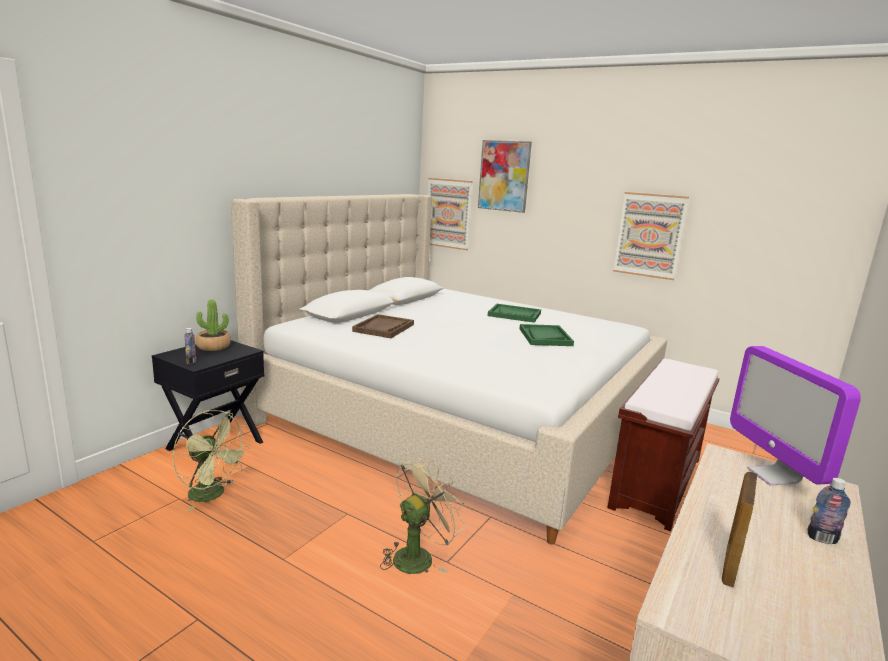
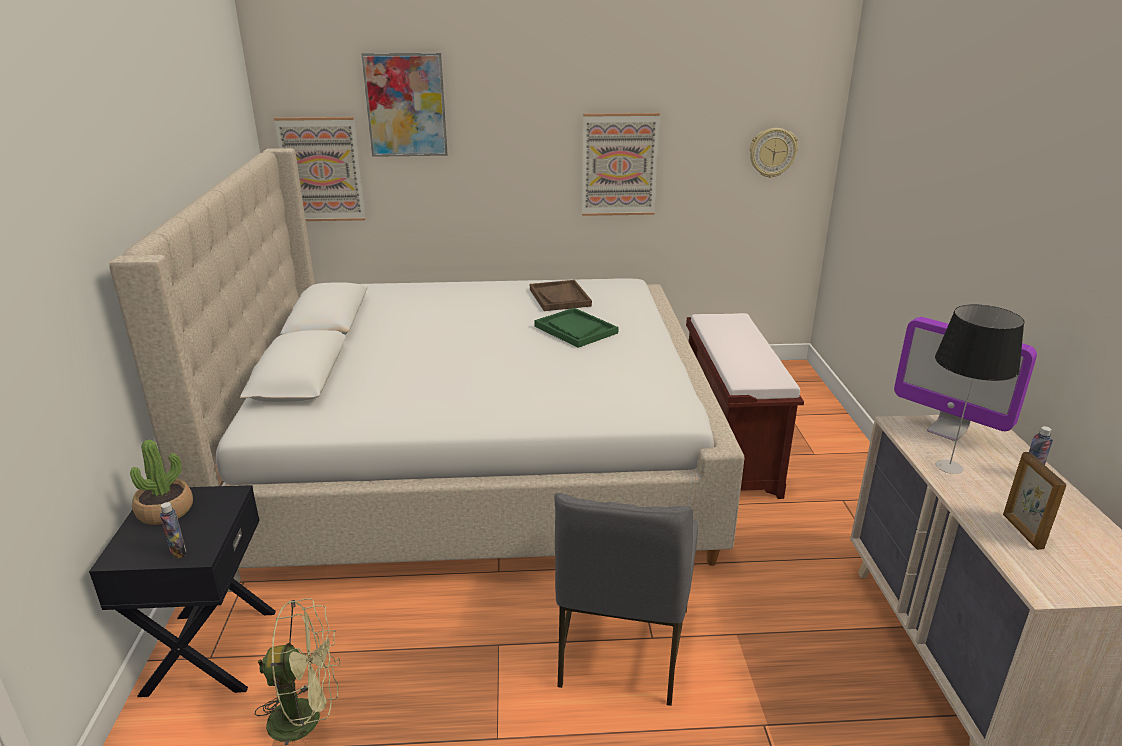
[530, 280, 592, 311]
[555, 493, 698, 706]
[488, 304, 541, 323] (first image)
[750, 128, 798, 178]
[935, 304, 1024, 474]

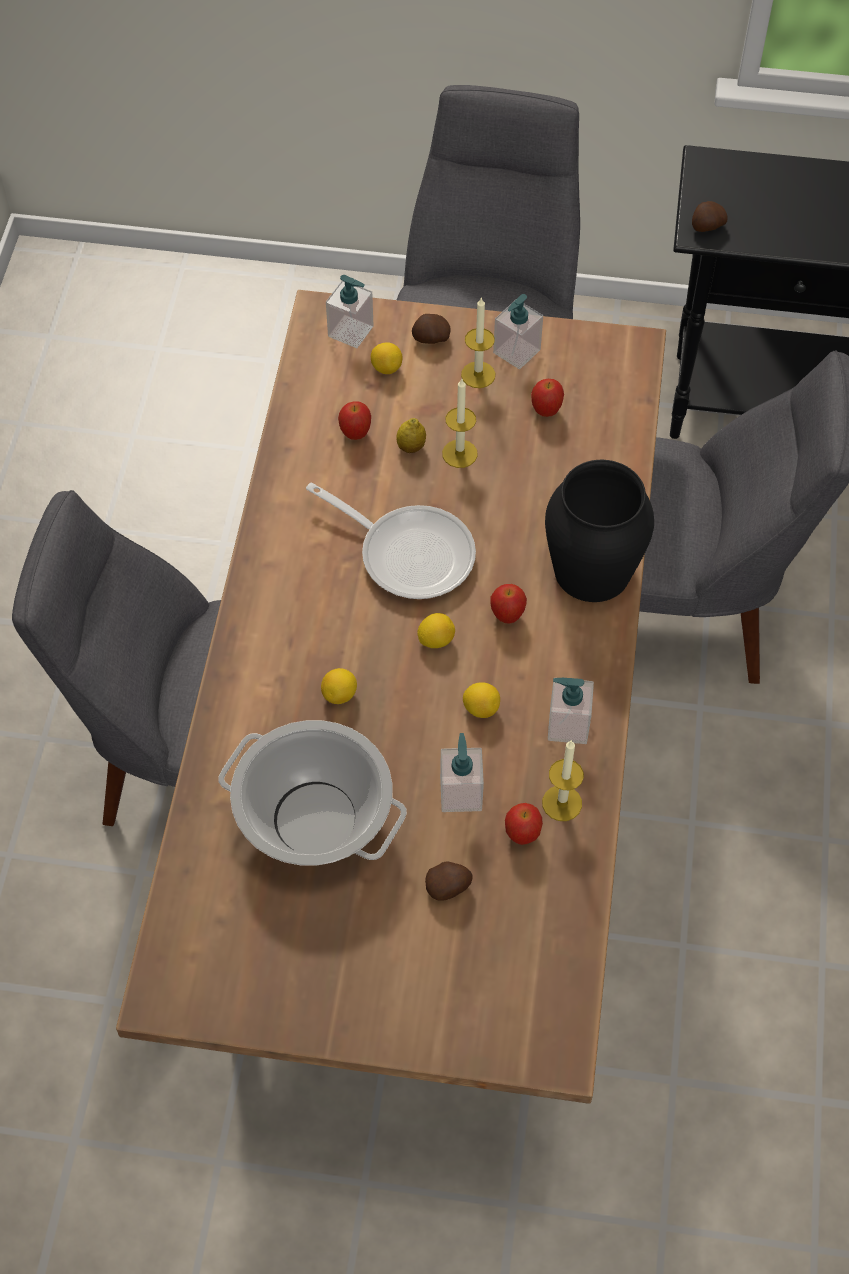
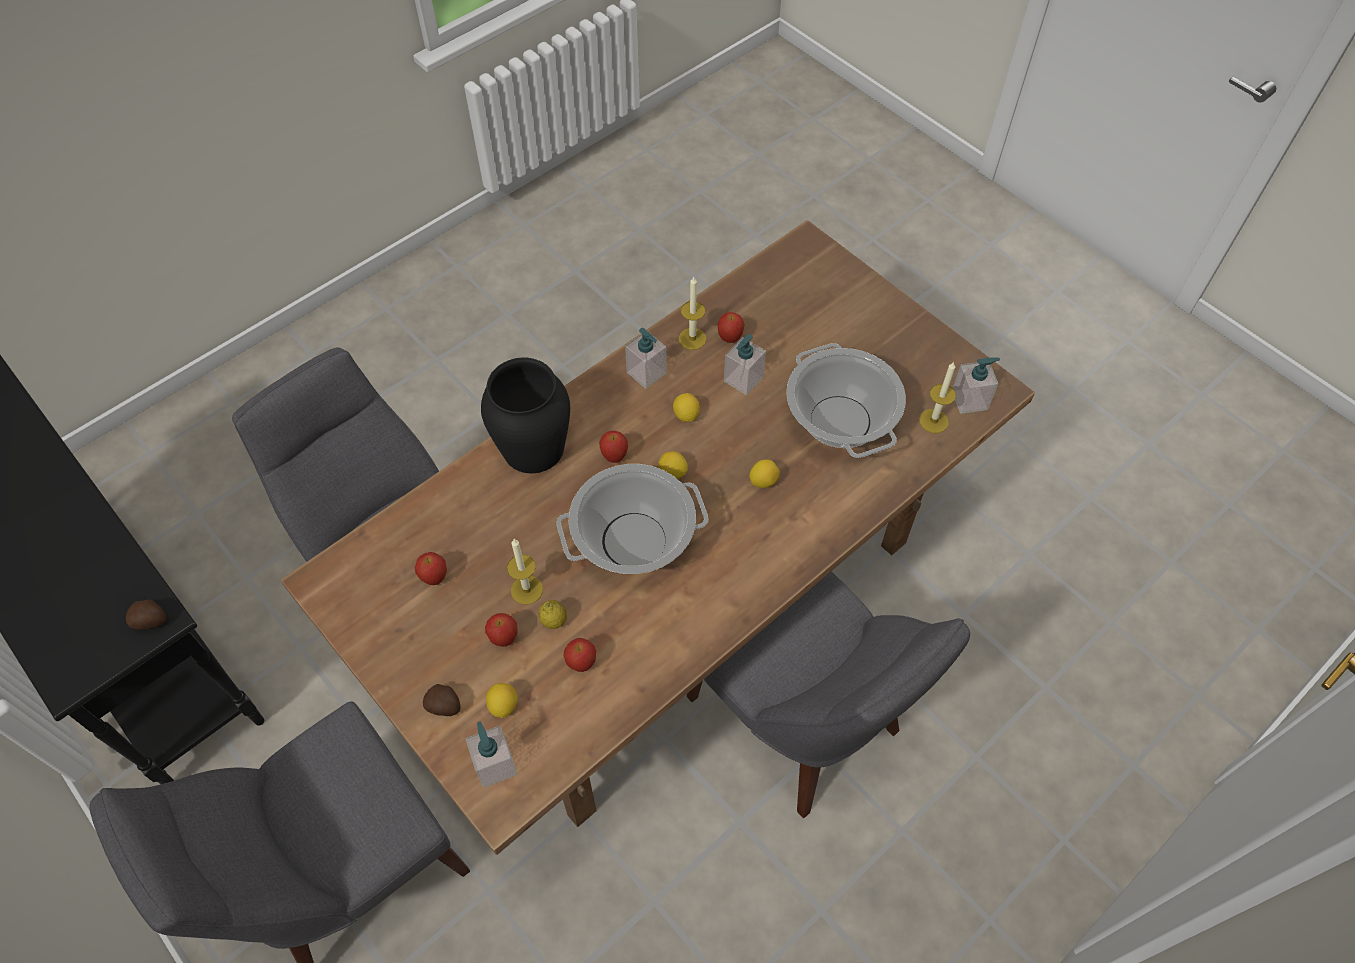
[557, 464, 709, 574]
[425, 861, 473, 901] (first image)
[919, 362, 956, 433]
[953, 357, 1000, 414]
[485, 613, 518, 647]

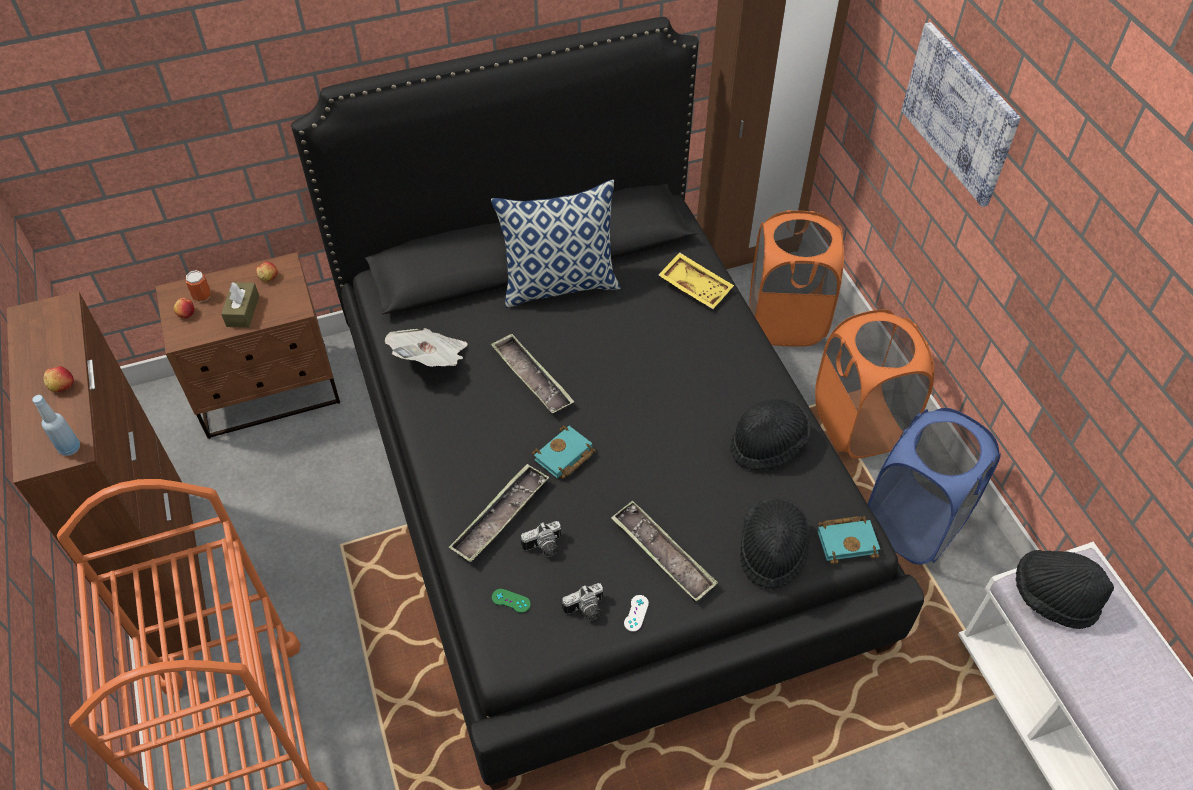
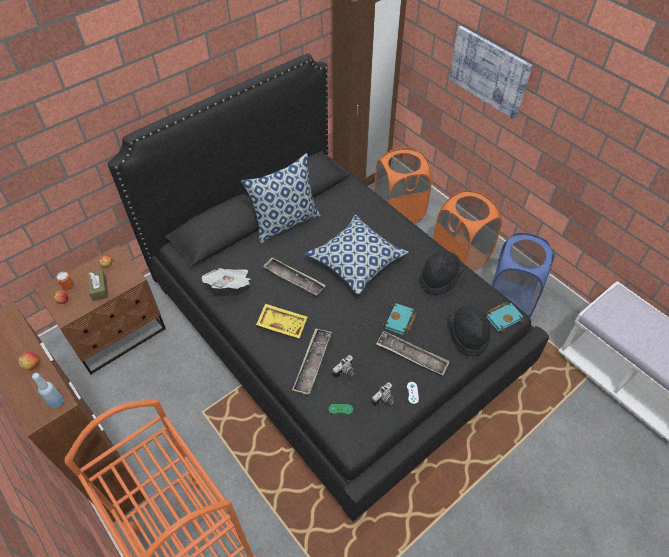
[382, 303, 417, 335]
[256, 304, 307, 338]
[1016, 550, 1114, 629] (first image)
[305, 215, 409, 295]

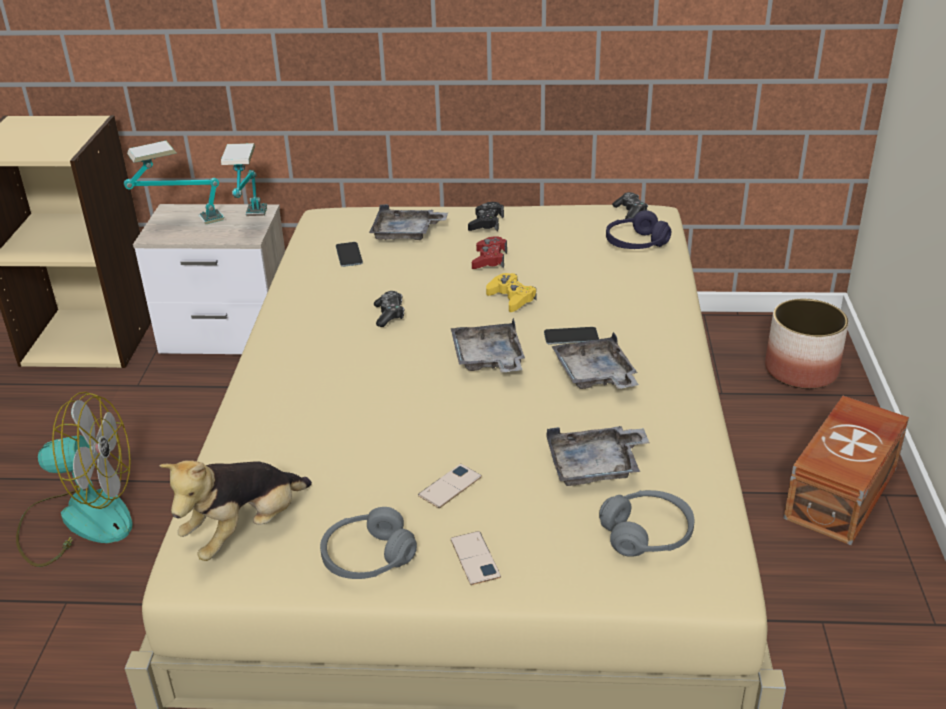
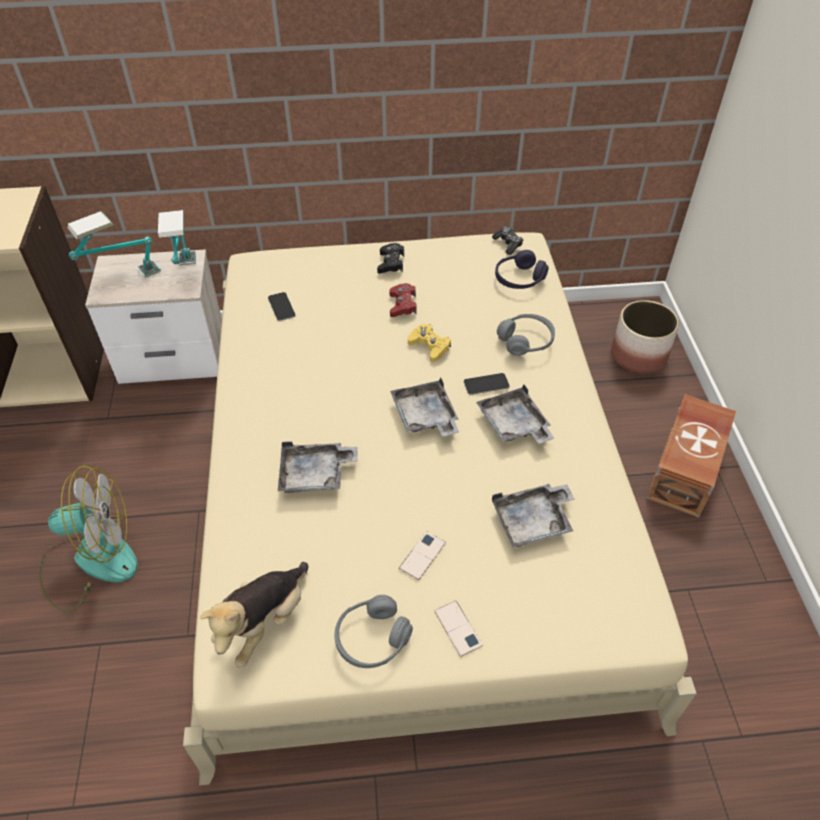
[278, 441, 358, 493]
[374, 291, 405, 327] (first image)
[497, 314, 555, 356]

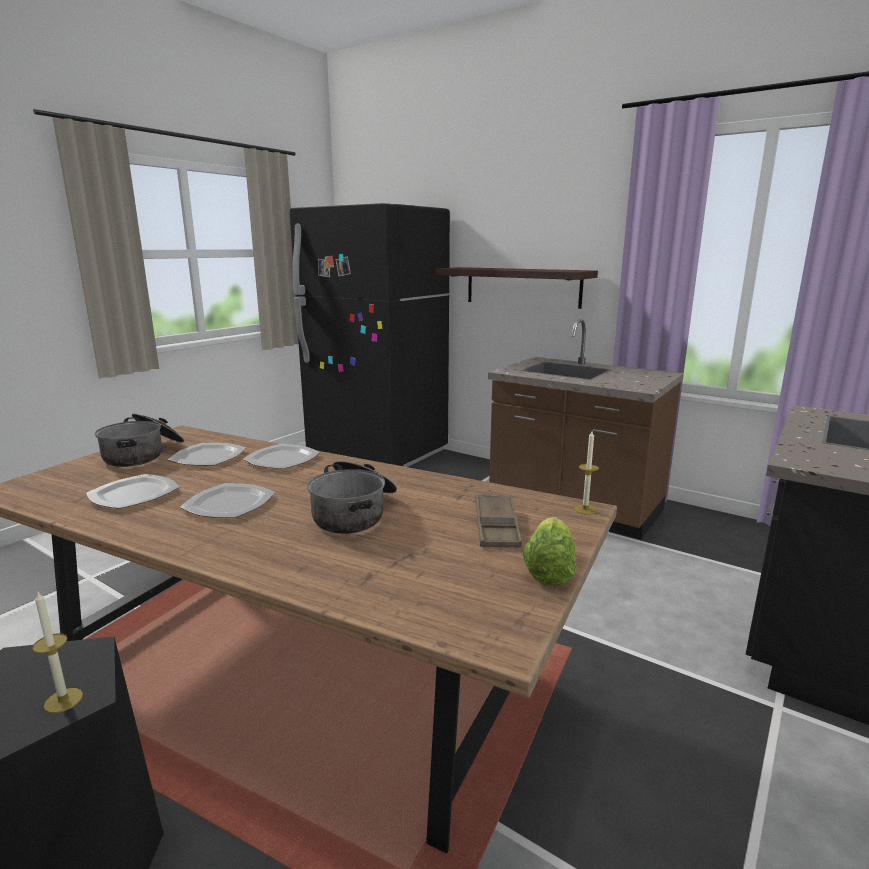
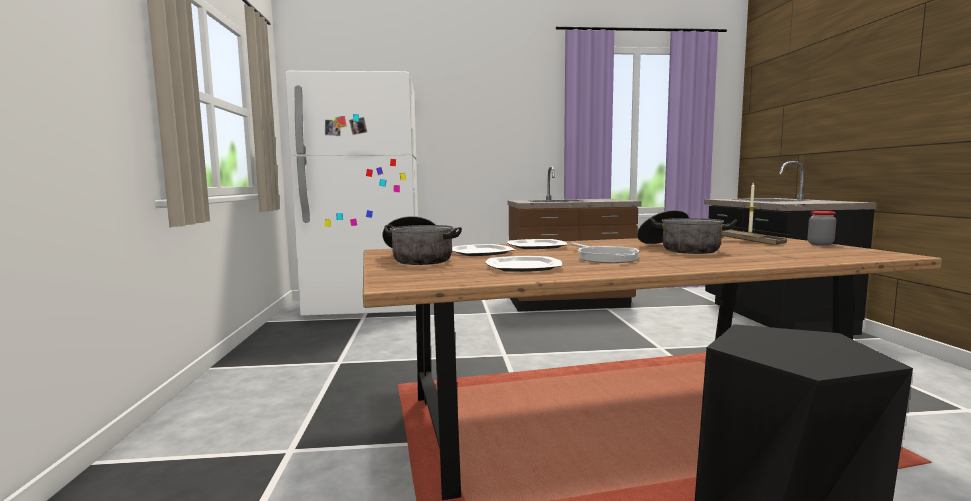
[32, 592, 83, 713] (first image)
[571, 243, 639, 263]
[285, 71, 418, 316]
[436, 267, 598, 309] (first image)
[808, 211, 836, 246]

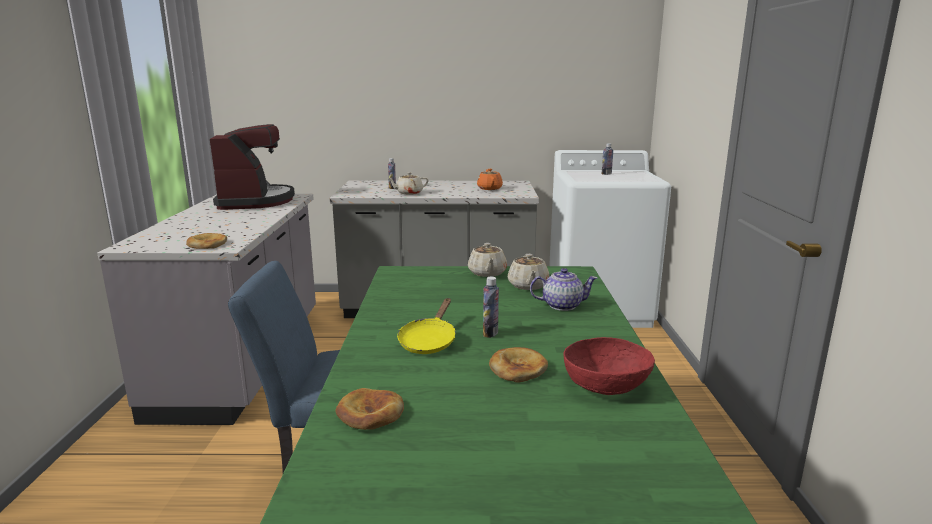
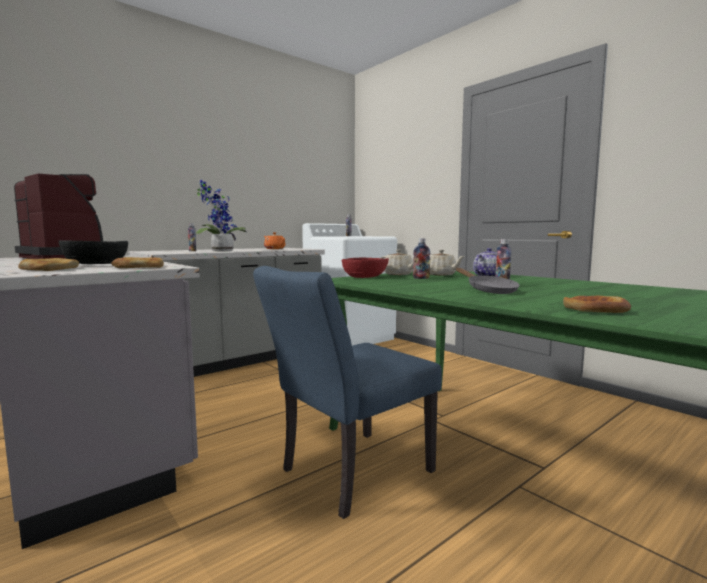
[196, 180, 247, 252]
[456, 268, 520, 294]
[18, 258, 79, 271]
[342, 257, 389, 278]
[58, 240, 128, 264]
[413, 238, 430, 279]

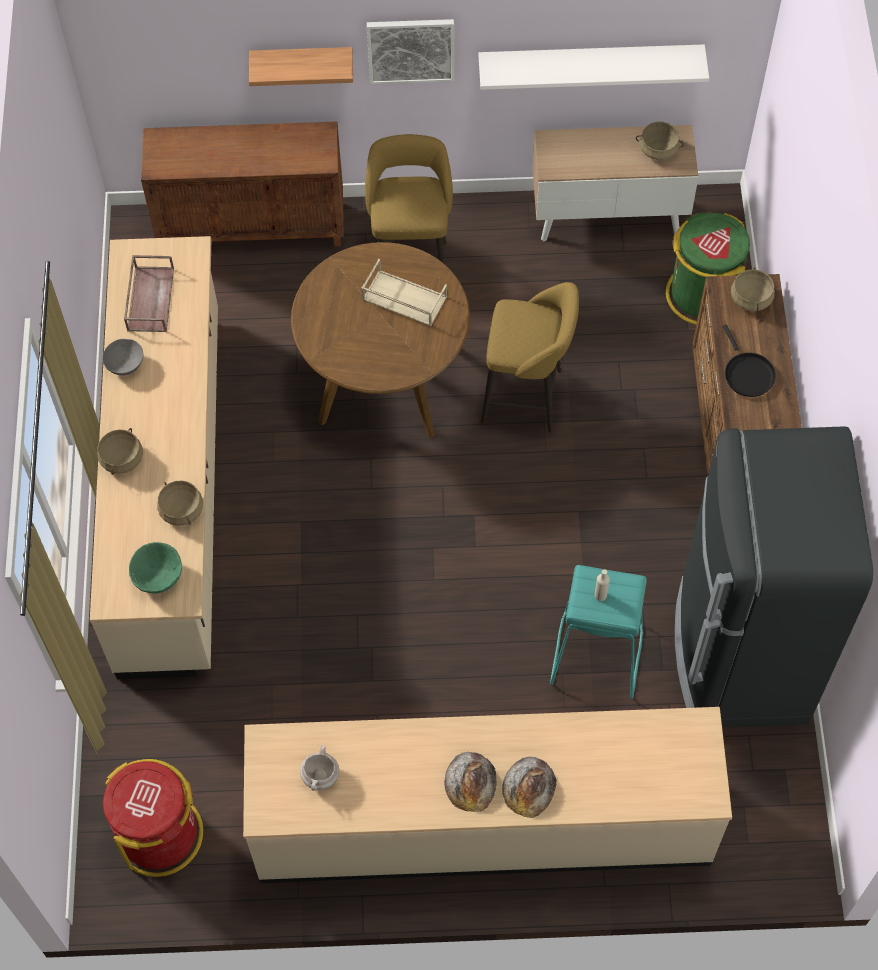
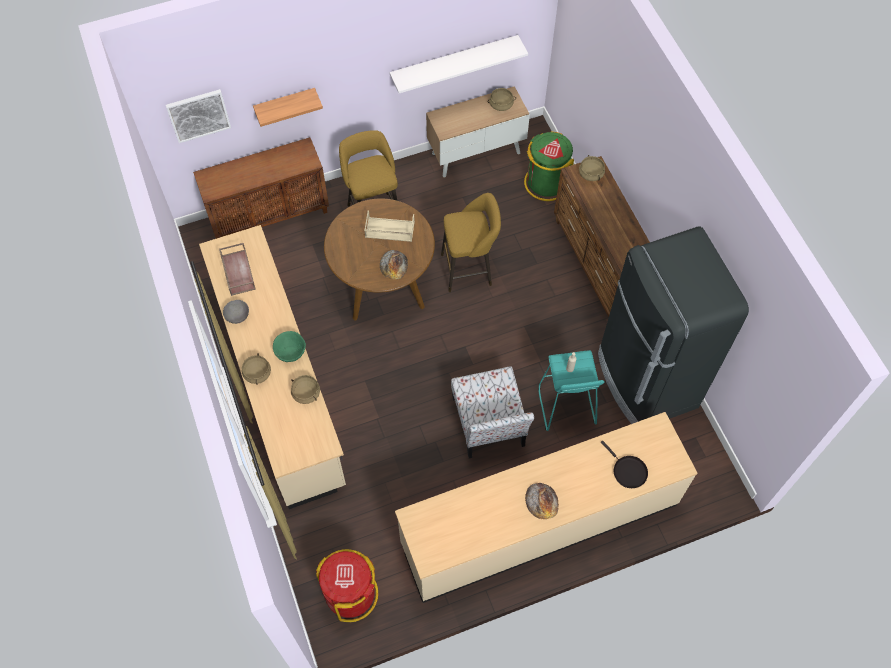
[273, 331, 306, 362]
[300, 745, 339, 791] (first image)
[166, 89, 231, 143]
[379, 250, 408, 279]
[601, 441, 648, 488]
[451, 367, 534, 458]

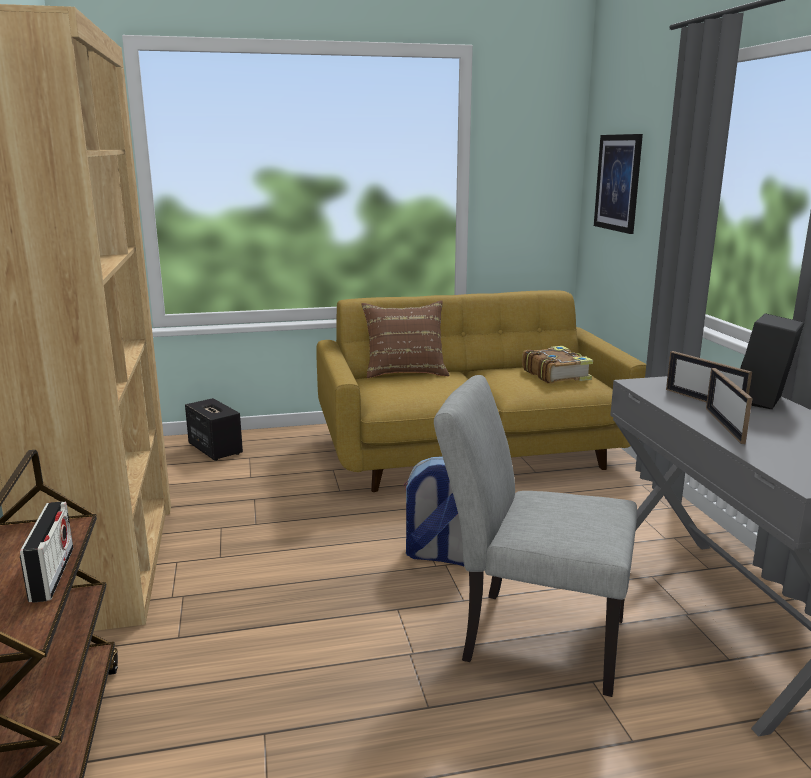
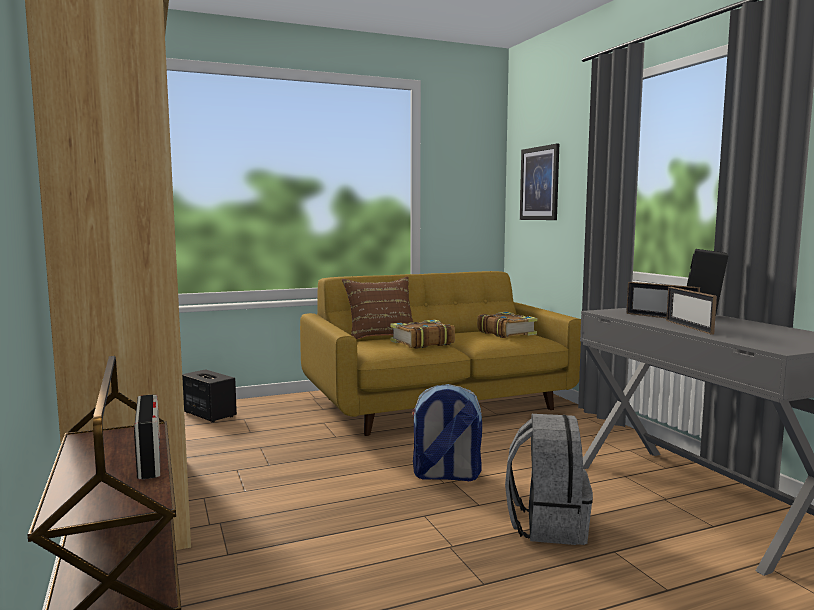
[505, 414, 593, 545]
[390, 320, 455, 349]

